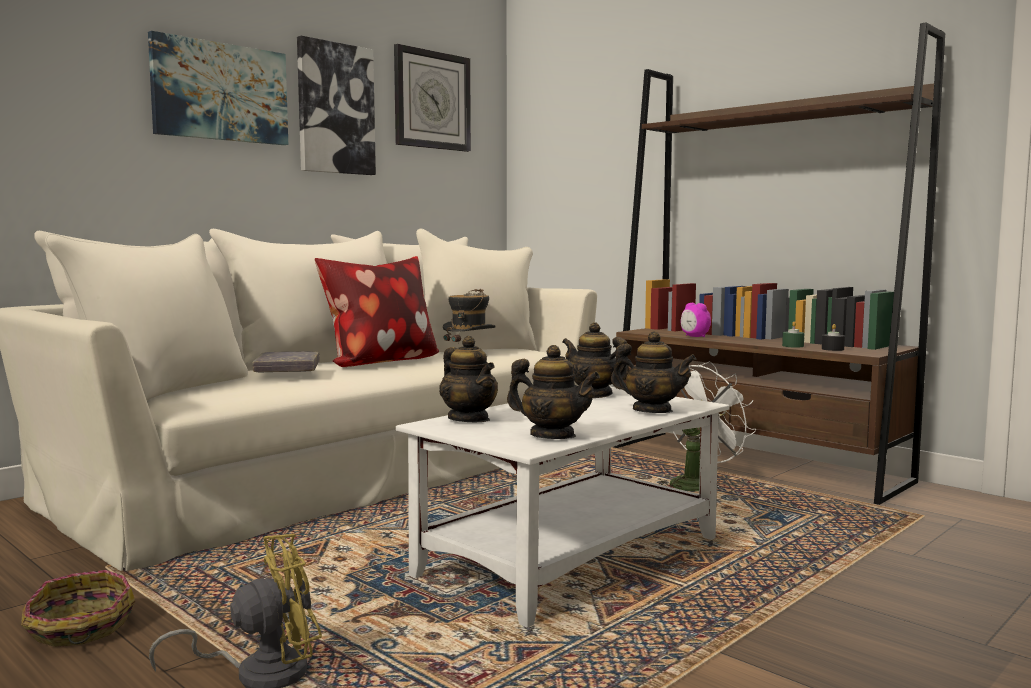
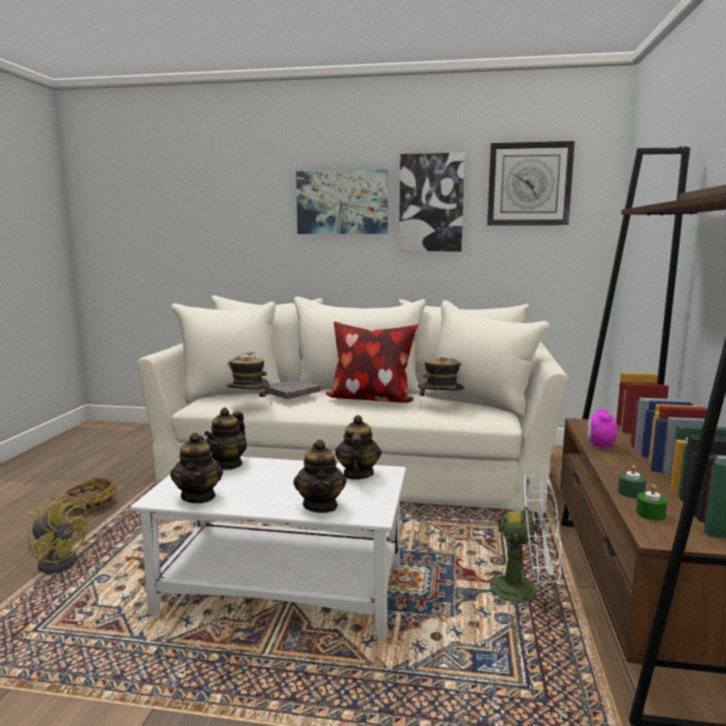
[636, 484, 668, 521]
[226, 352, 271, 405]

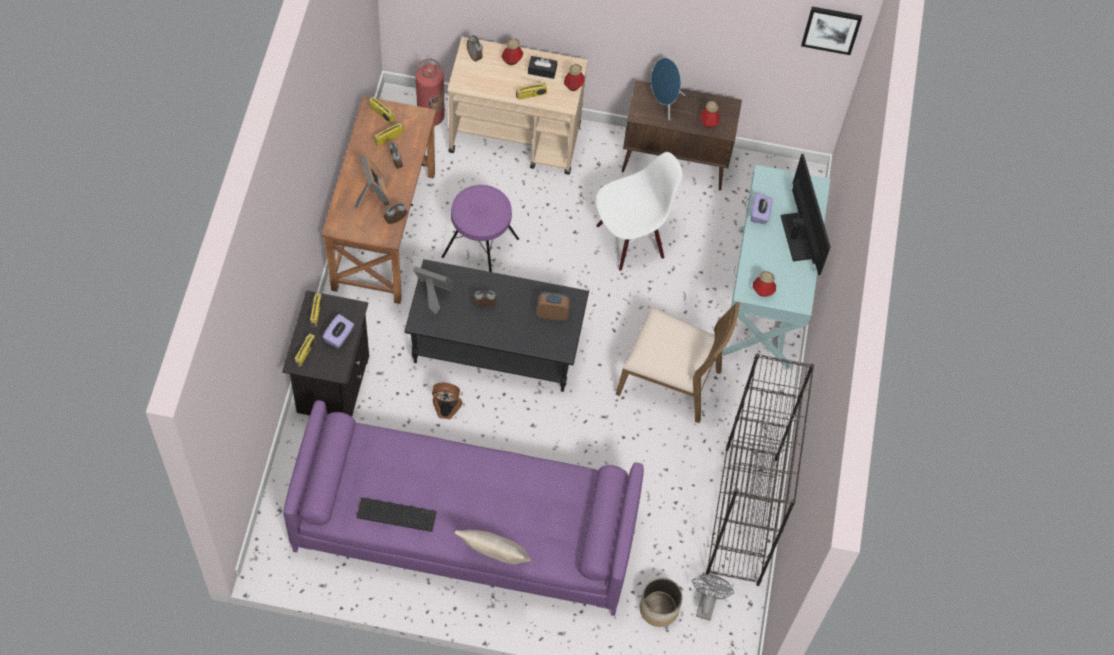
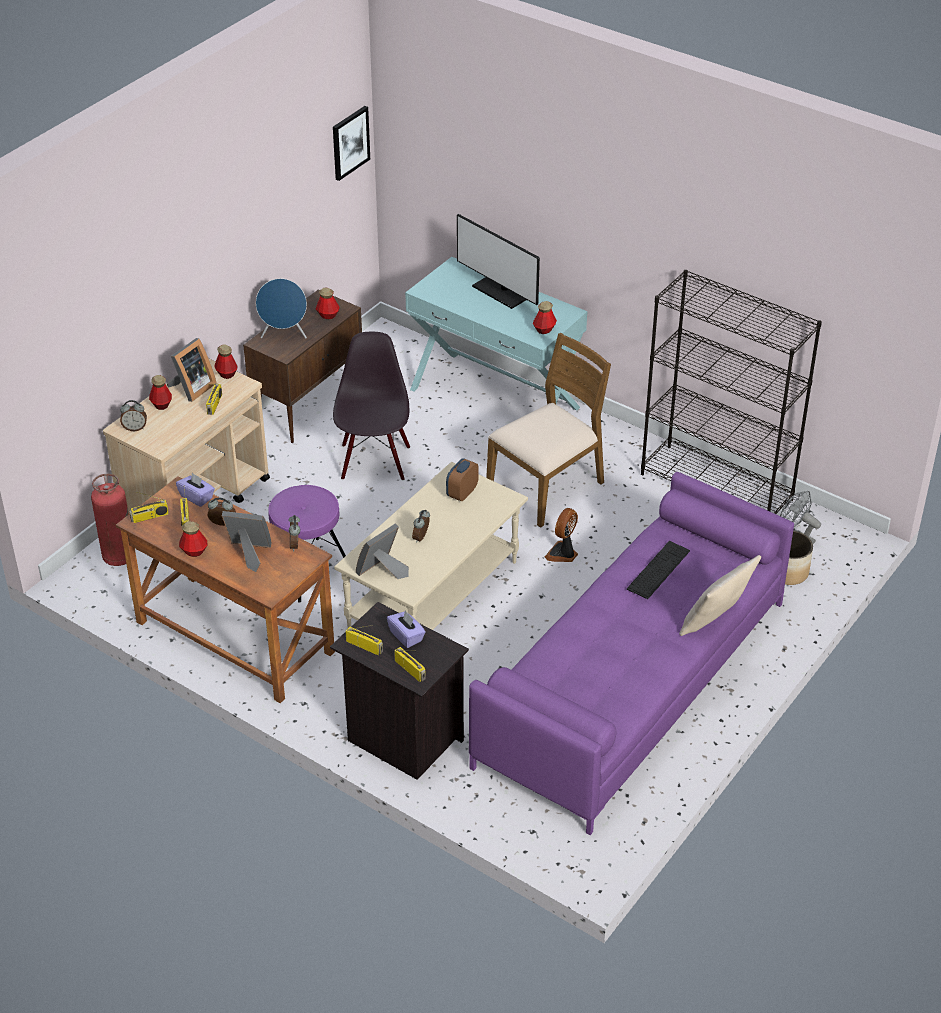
[627, 541, 690, 599]
[334, 462, 528, 630]
[545, 508, 578, 562]
[167, 338, 217, 402]
[333, 332, 410, 481]
[176, 473, 215, 507]
[457, 214, 540, 309]
[179, 521, 207, 557]

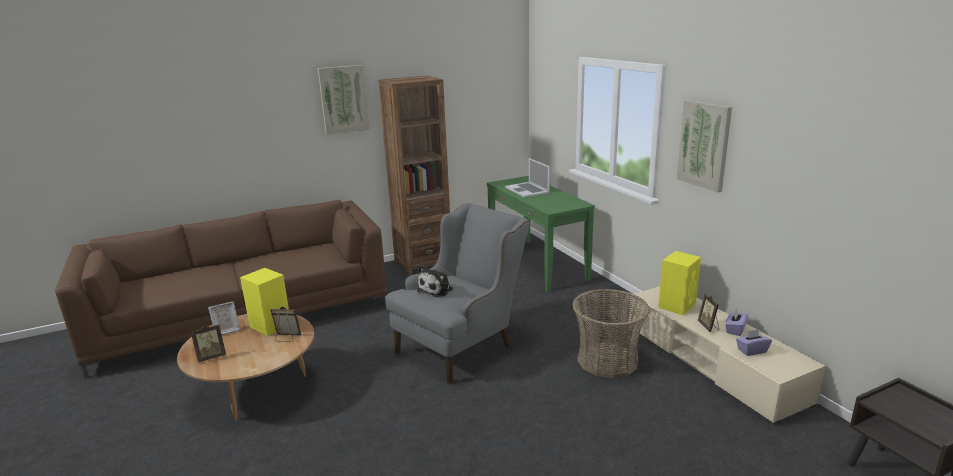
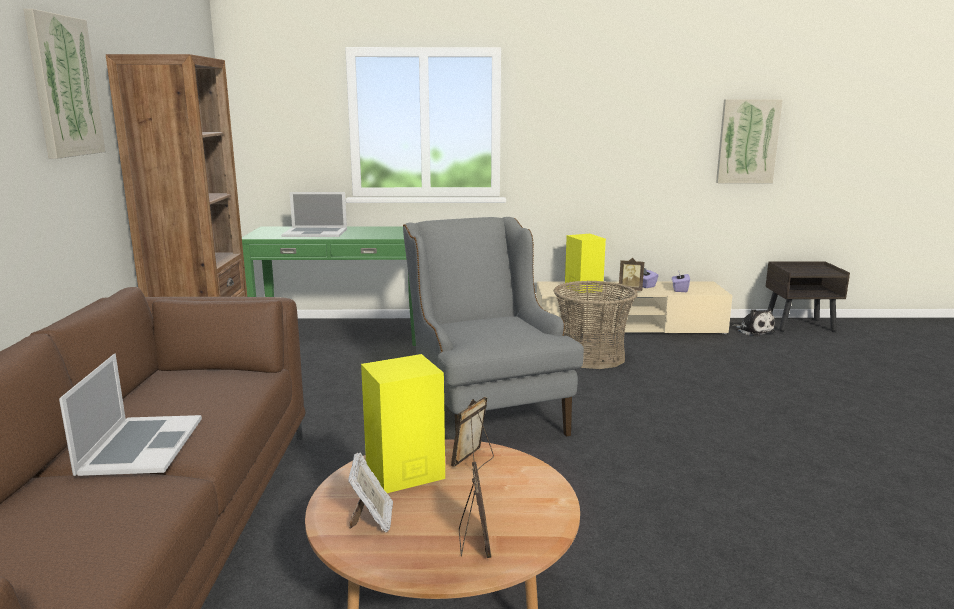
[732, 308, 775, 336]
[716, 100, 783, 183]
[59, 353, 202, 476]

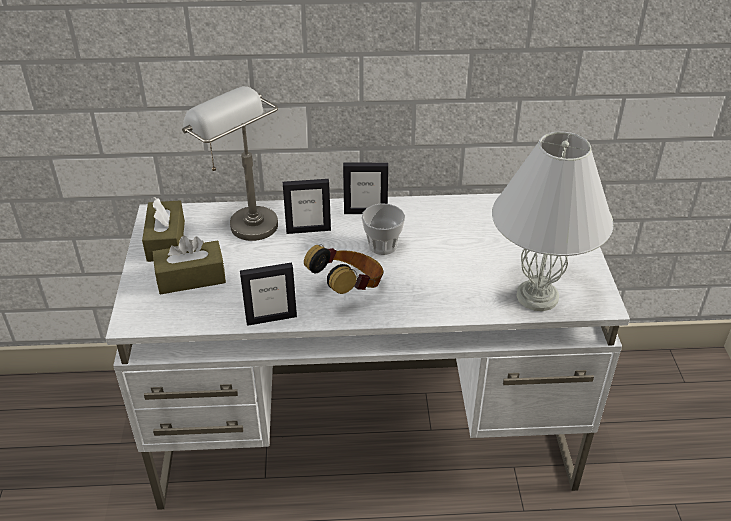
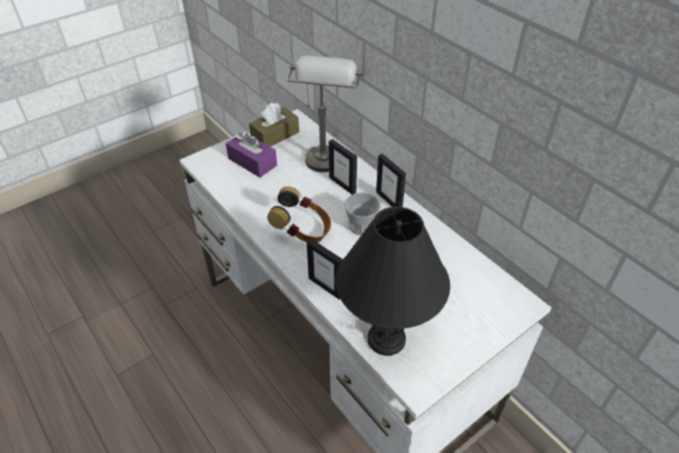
[226, 131, 277, 177]
[307, 238, 343, 300]
[336, 207, 450, 356]

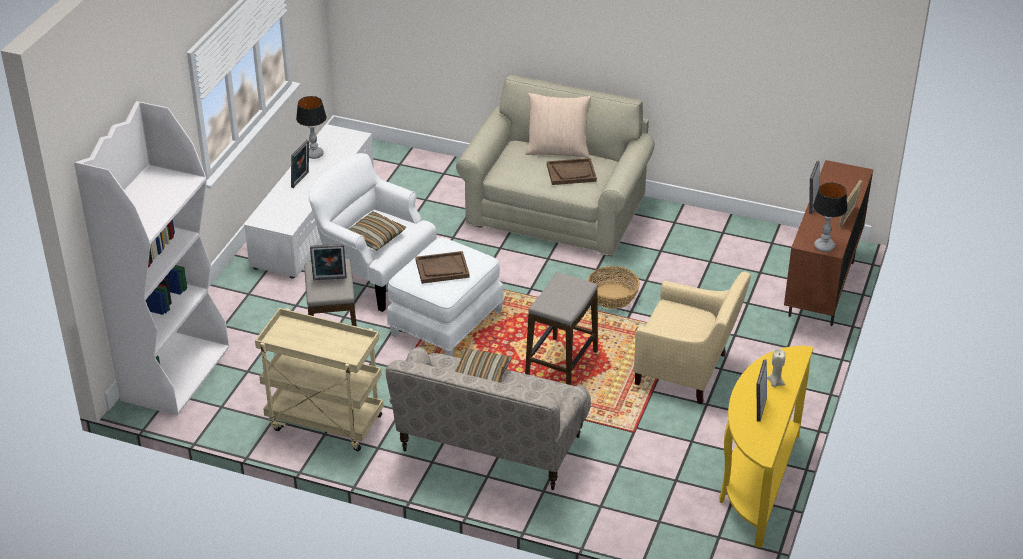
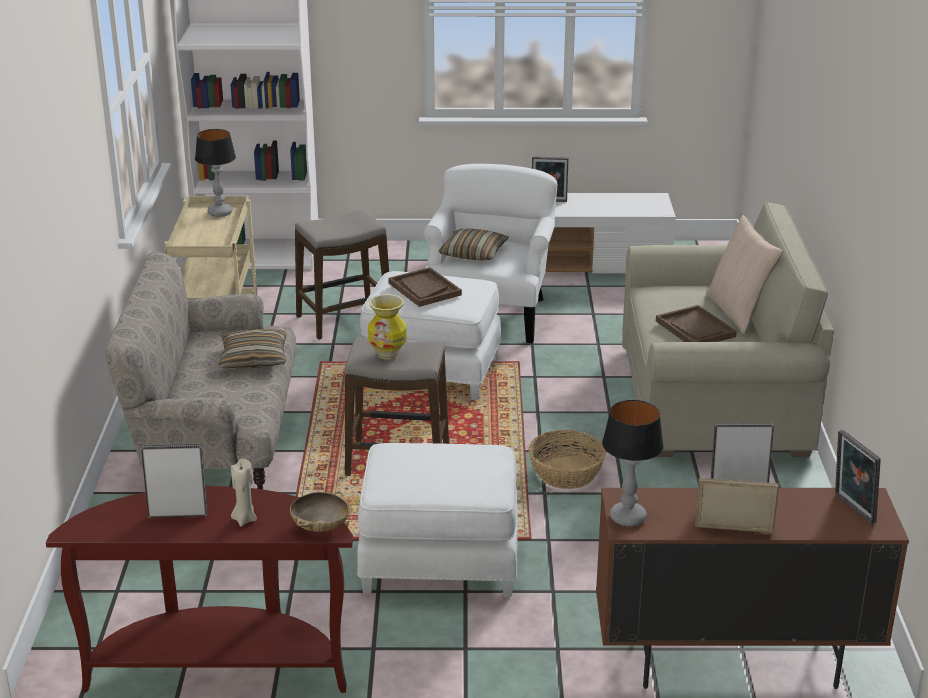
[195, 129, 236, 217]
[835, 430, 881, 524]
[357, 443, 518, 597]
[46, 486, 353, 693]
[290, 491, 349, 532]
[368, 294, 406, 359]

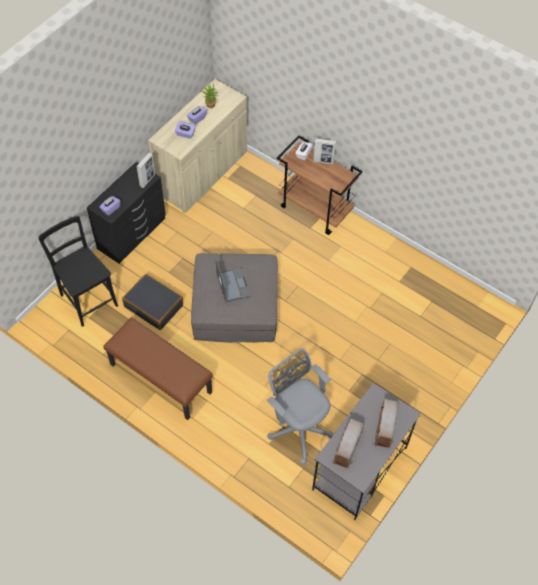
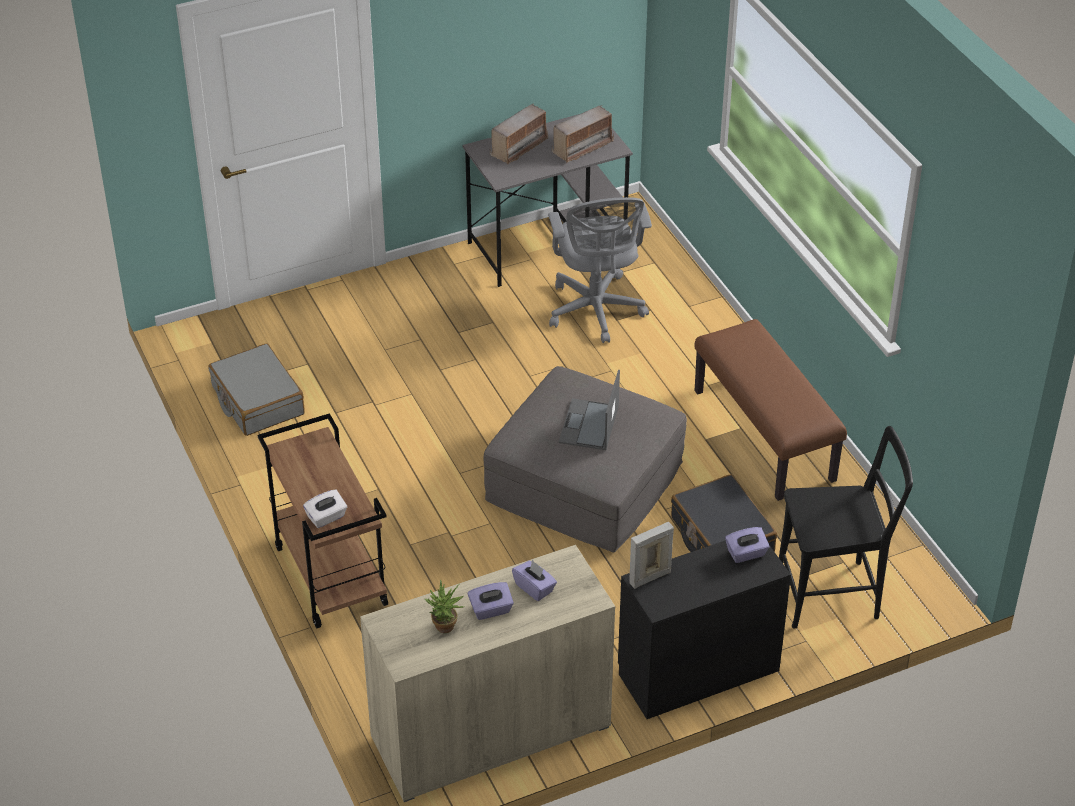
[779, 426, 913, 629]
[313, 138, 336, 165] (first image)
[209, 343, 305, 436]

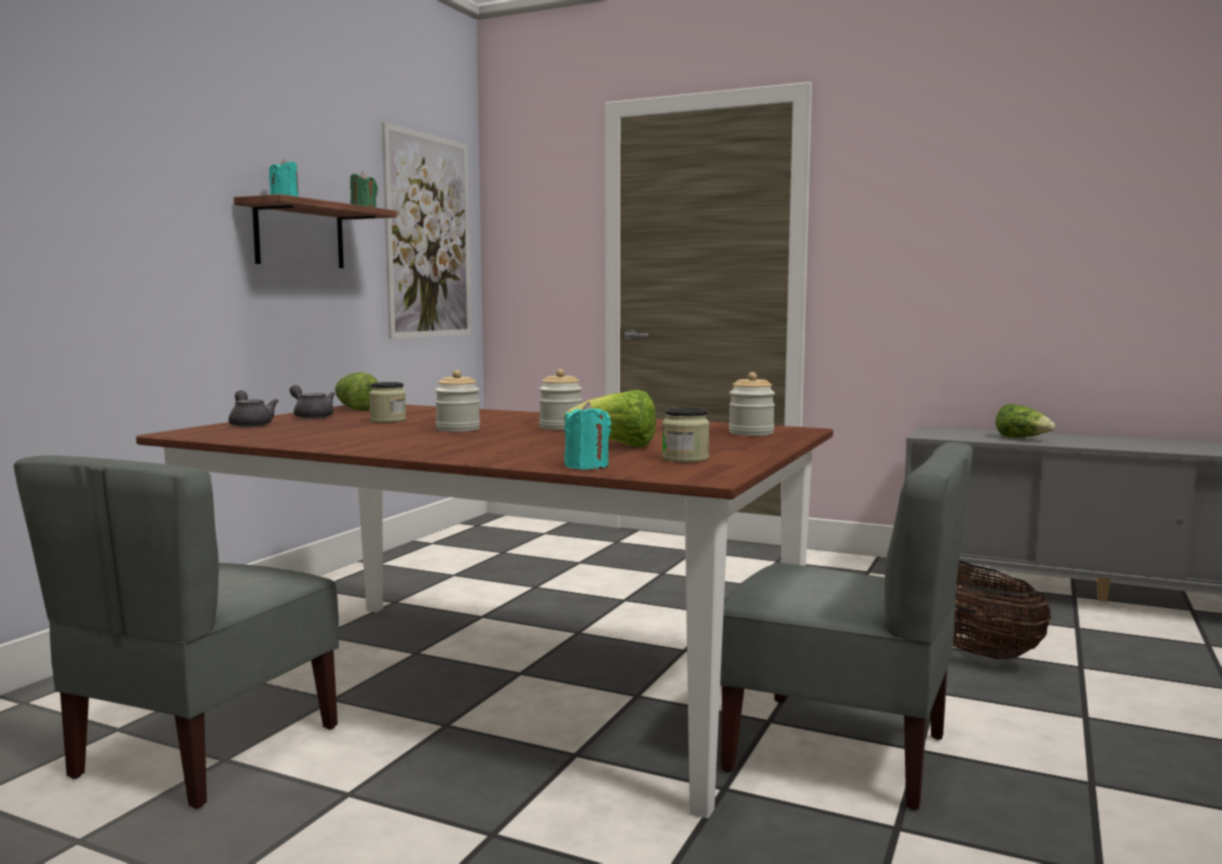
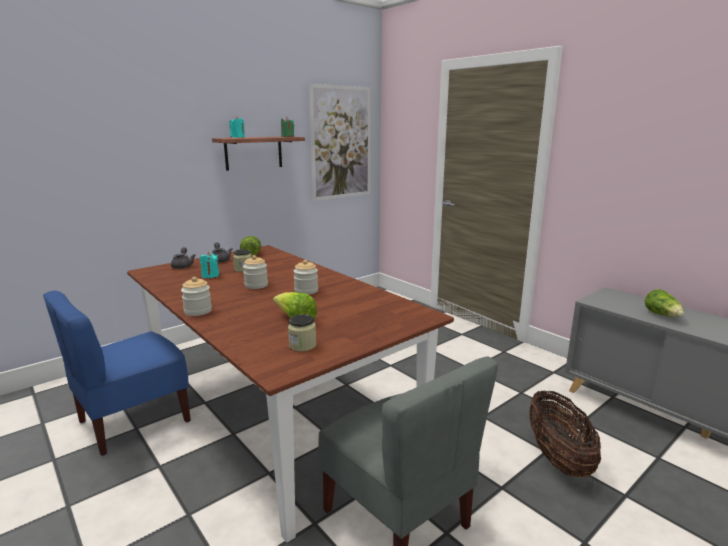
[43, 291, 191, 456]
[200, 252, 219, 278]
[181, 277, 212, 316]

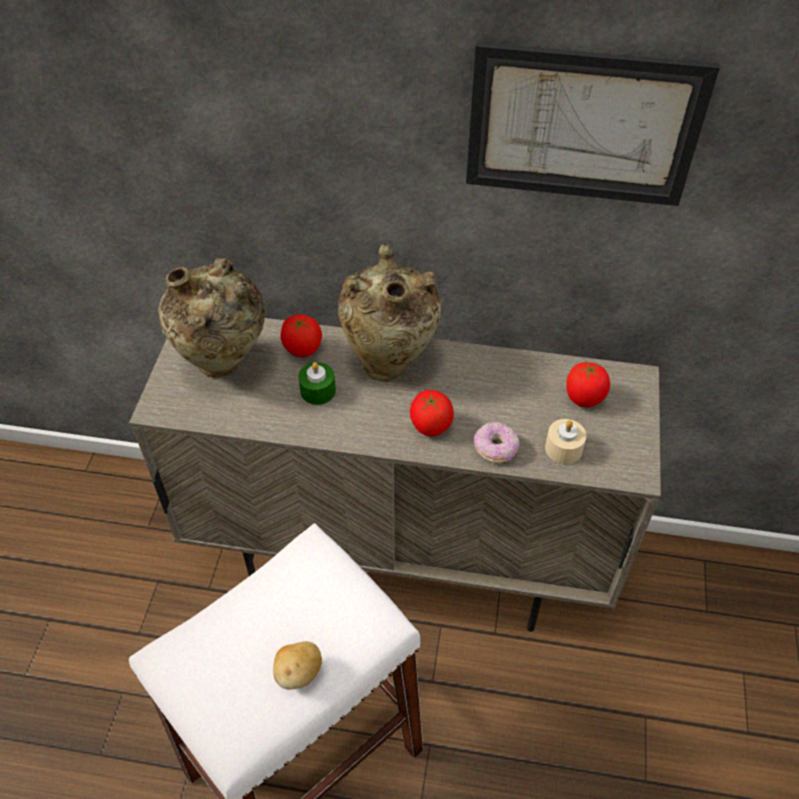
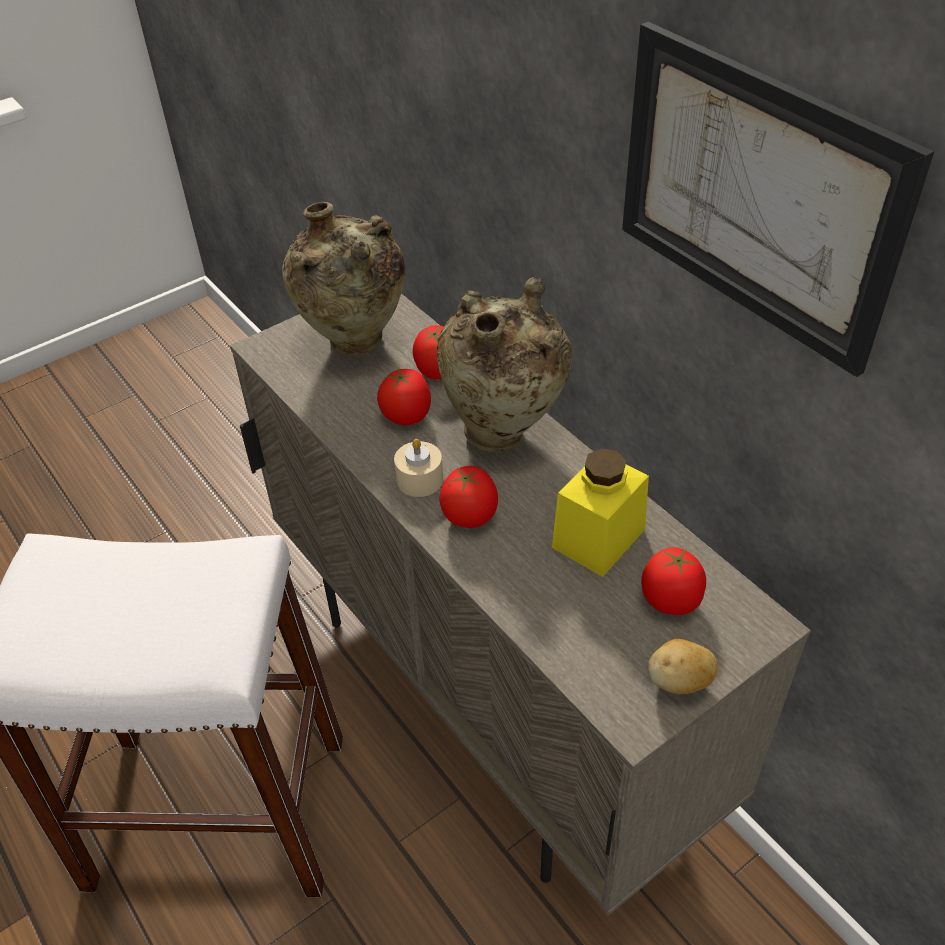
[648, 639, 718, 694]
[377, 368, 431, 425]
[474, 421, 520, 463] (first image)
[394, 439, 443, 497]
[552, 448, 649, 577]

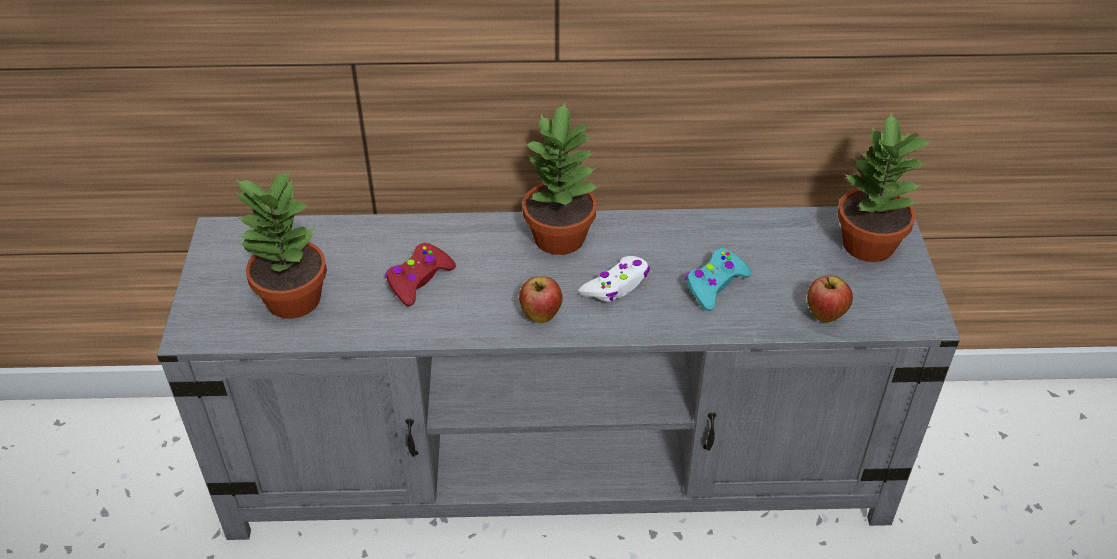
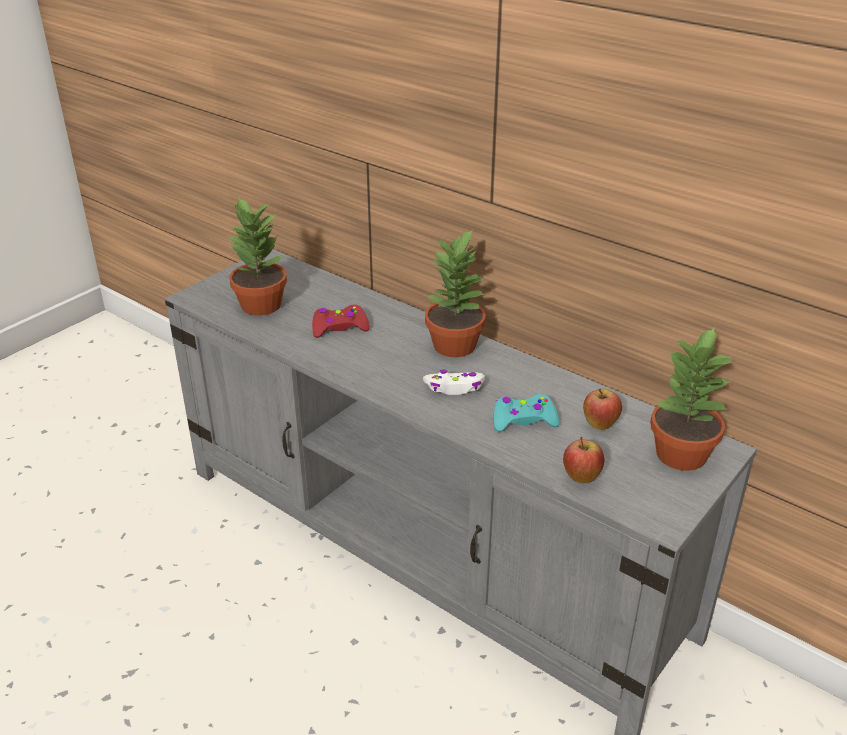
[583, 389, 622, 430]

